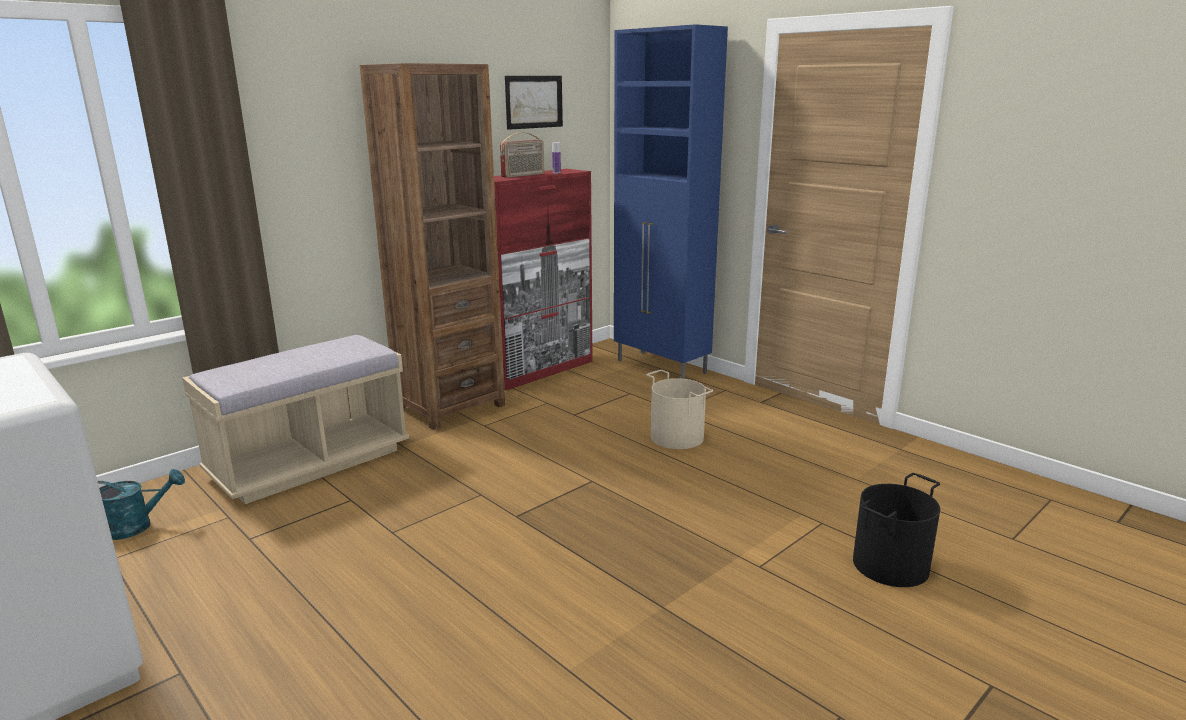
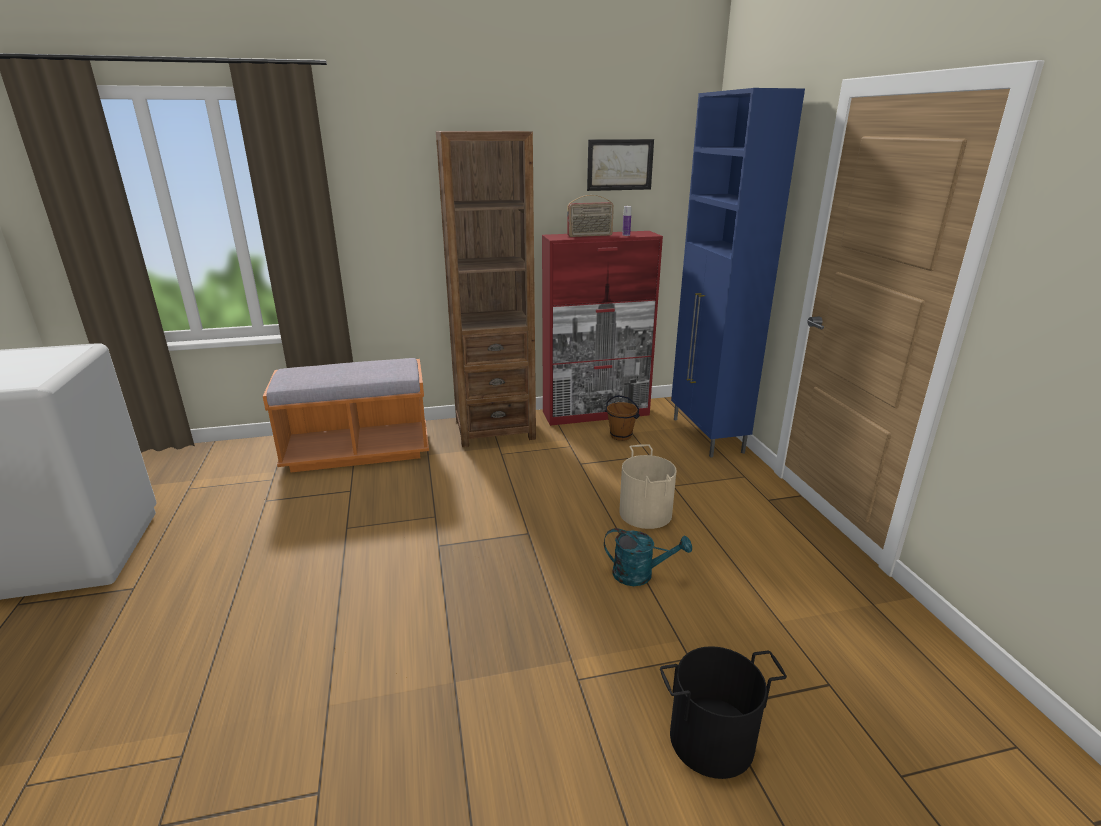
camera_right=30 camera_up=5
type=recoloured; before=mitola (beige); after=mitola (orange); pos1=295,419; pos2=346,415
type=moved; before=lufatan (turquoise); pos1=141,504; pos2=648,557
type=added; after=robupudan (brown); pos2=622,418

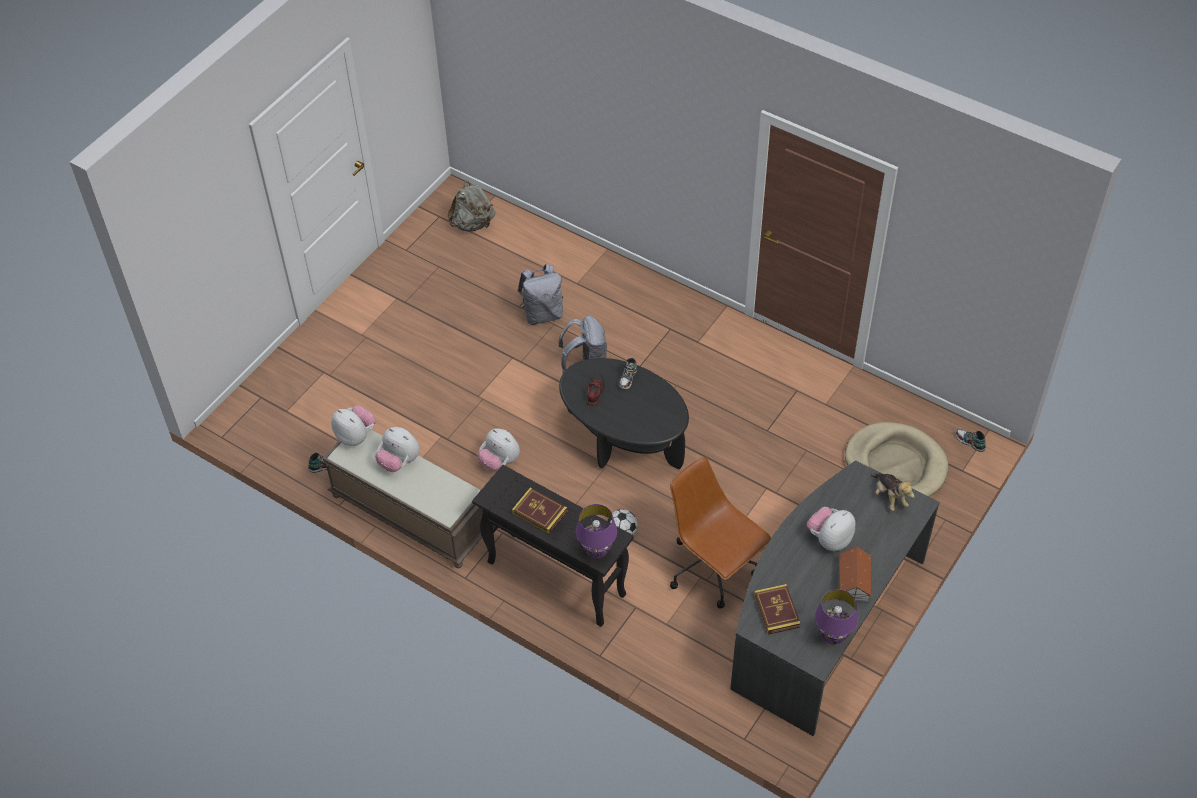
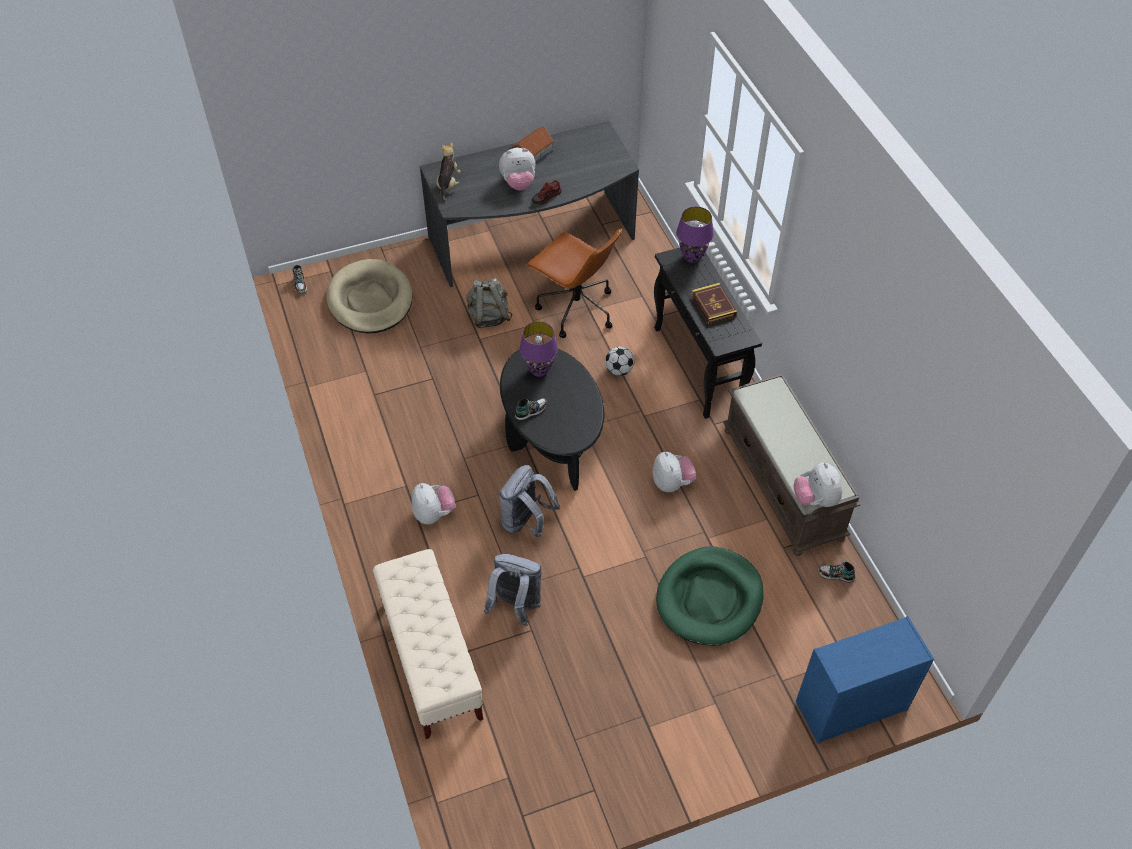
camera_right=-145 camera_up=0
type=moved; before=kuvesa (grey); pos1=471,206; pos2=489,303
type=moved; before=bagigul; pos1=596,389; pos2=547,192
type=moved; before=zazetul; pos1=397,449; pos2=434,503
type=turned; before=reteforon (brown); pos1=721,533; pos2=574,283; turn=-45
type=removed; before=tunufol; pos1=777,609
type=moved; before=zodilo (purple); pos1=836,616; pos2=538,349
type=added; after=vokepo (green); pos2=709,596
type=added; after=mitola (beige); pos2=428,644
type=added; after=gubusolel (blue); pos2=865,680

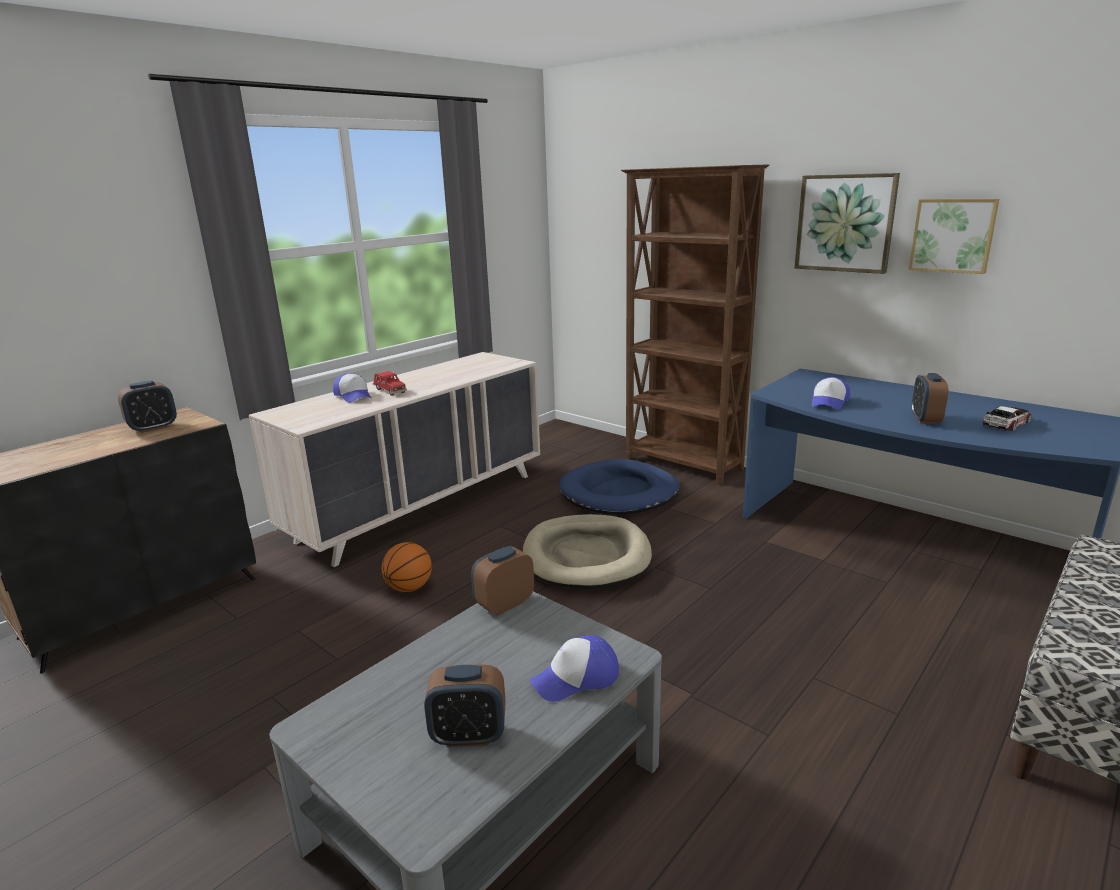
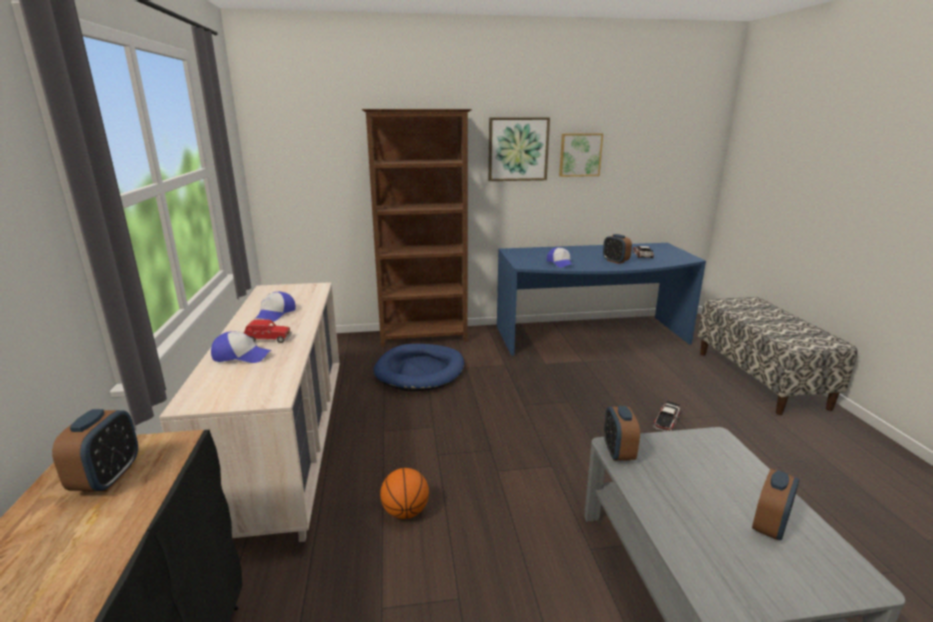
camera_right=-50 camera_up=0
type=removed; before=vokepo (beige); pos1=587,551
type=moved; before=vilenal; pos1=574,668; pos2=276,307
type=added; after=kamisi; pos2=667,416

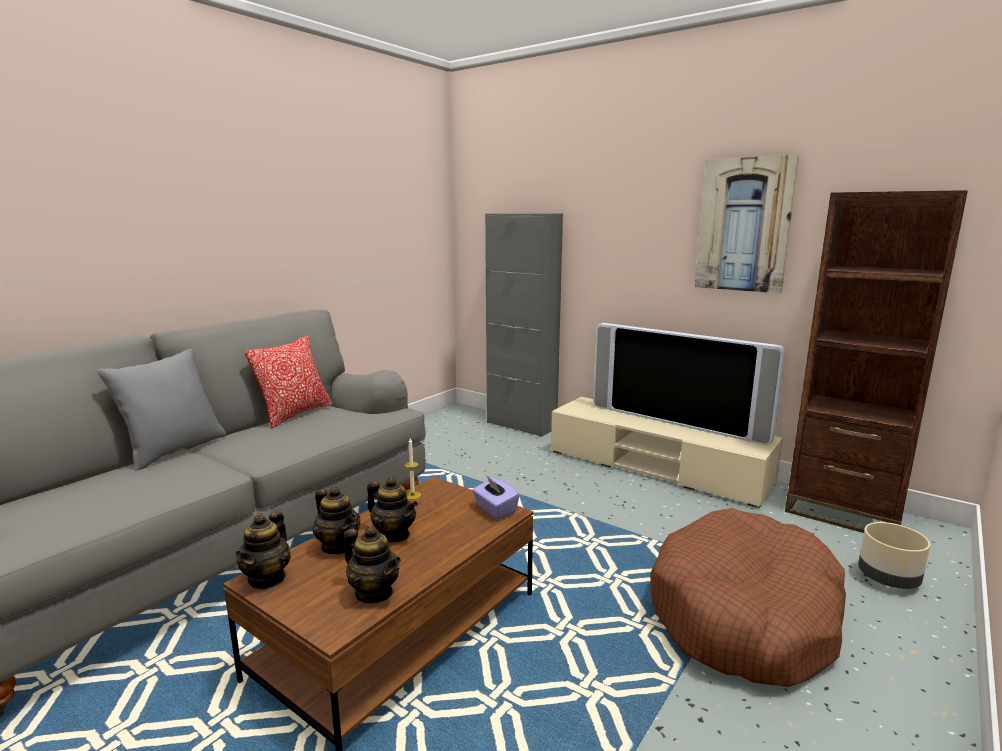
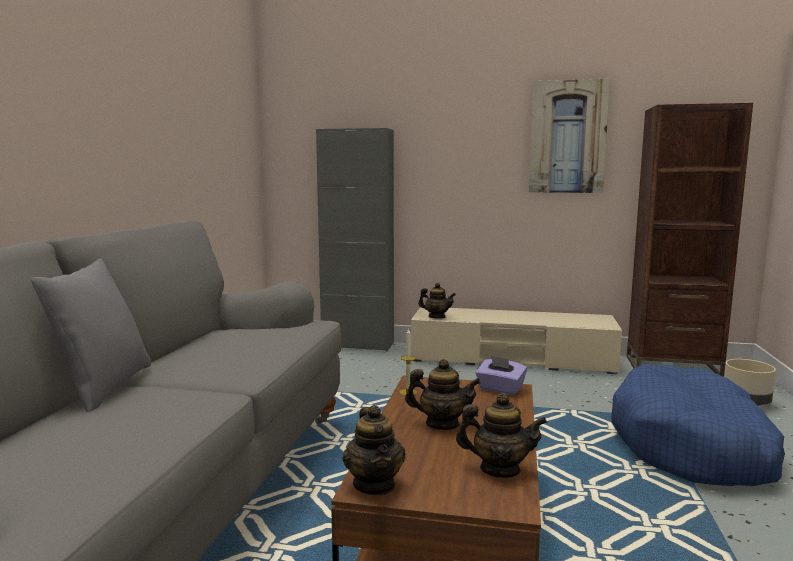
camera_right=-25 camera_up=-5
type=removed; before=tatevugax; pos1=689,384
type=removed; before=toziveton; pos1=288,381
type=moved; before=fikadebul; pos1=336,520; pos2=437,300
type=recoloured; before=vokepo (brown); after=vokepo (blue); pos1=748,597; pos2=698,425

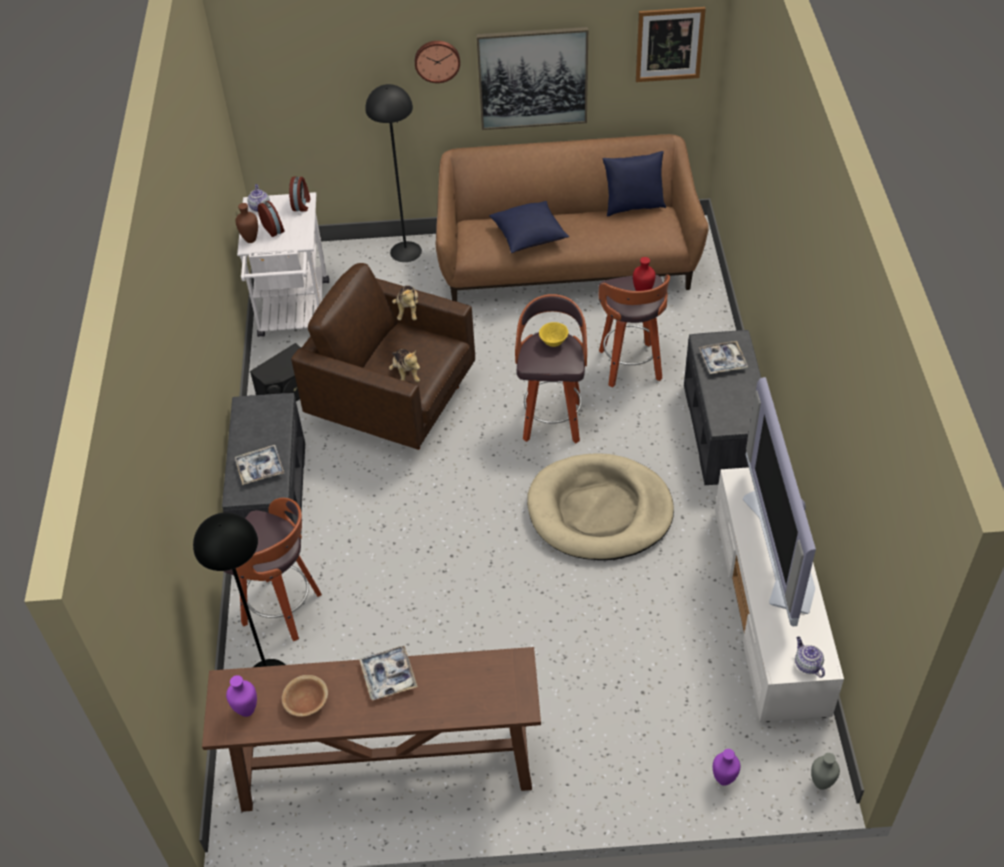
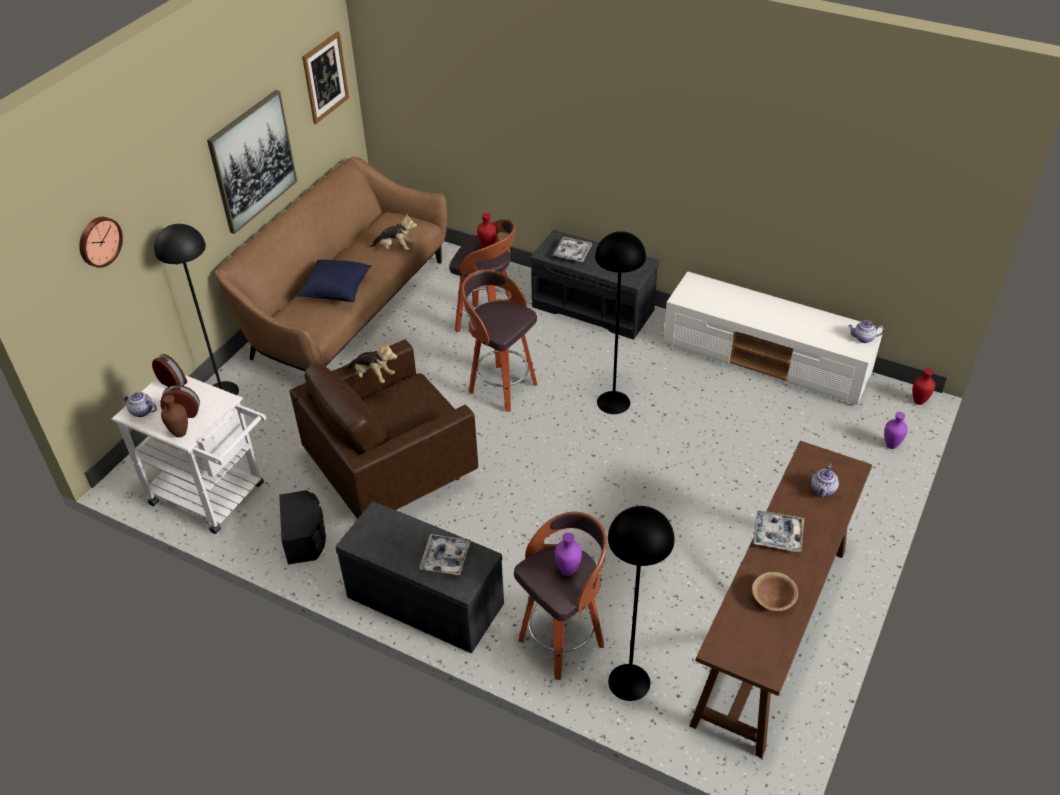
camera_right=-60 camera_up=-5
type=moved; before=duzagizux; pos1=437,62; pos2=101,242
type=removed; before=toziveton (blue); pos1=634,183
type=removed; before=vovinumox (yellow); pos1=554,334
type=moved; before=zazetul; pos1=404,365; pos2=393,231
type=removed; before=tatevugax; pos1=779,501
type=replaced; before=vokepo (beige); after=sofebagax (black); pos1=600,506; pos2=620,322
type=moved; before=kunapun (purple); pos1=241,696; pos2=568,554
type=recoloured; before=kunapun (grey); after=kunapun (red); pos1=825,771; pos2=924,386
type=added; after=fikadebul; pos2=825,480

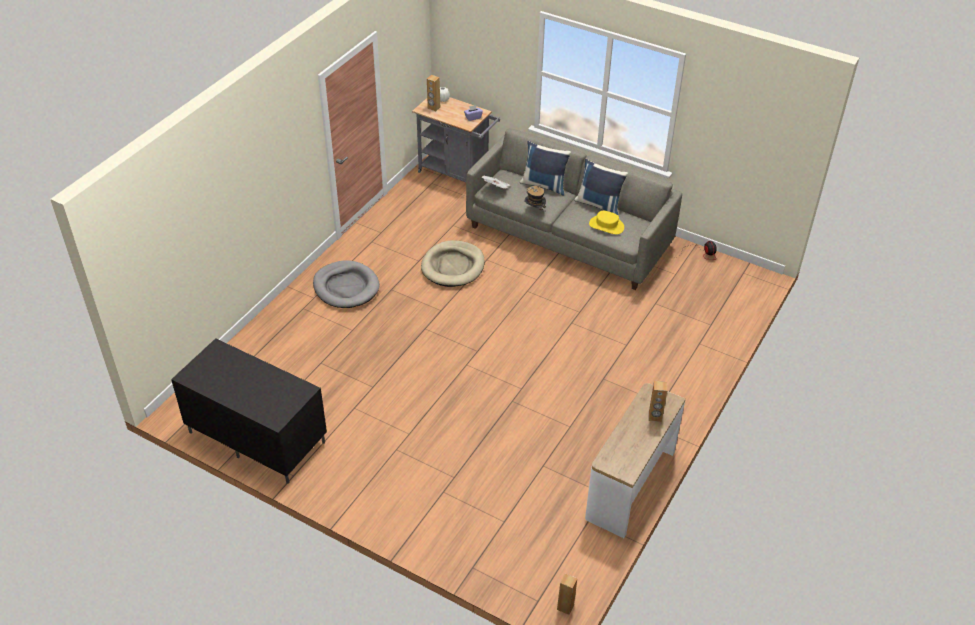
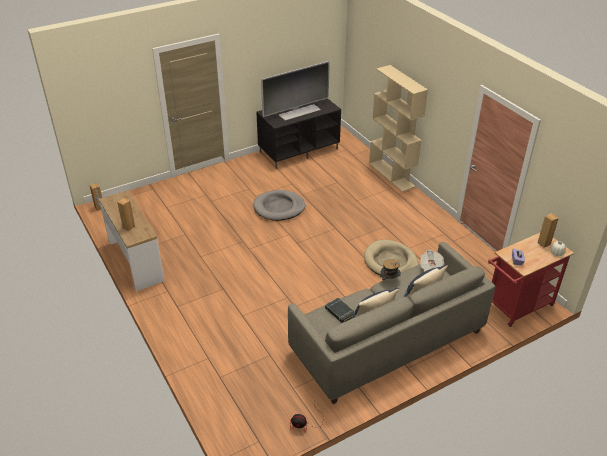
camera_right=120 camera_up=-5
type=recoloured; before=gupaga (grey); after=gupaga (red); pos1=456,139; pos2=531,280
type=replaced; before=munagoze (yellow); after=tunufol (black); pos1=606,222; pos2=339,310
type=moved; before=vokepo (grey); pos1=346,284; pos2=279,205
type=added; after=tatevugax; pos2=295,91
type=added; after=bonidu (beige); pos2=398,128

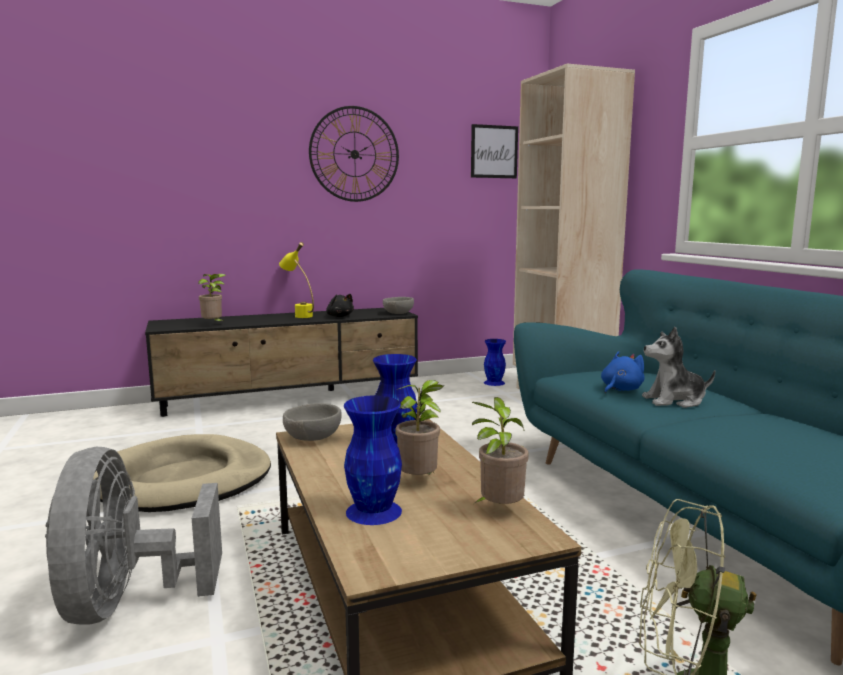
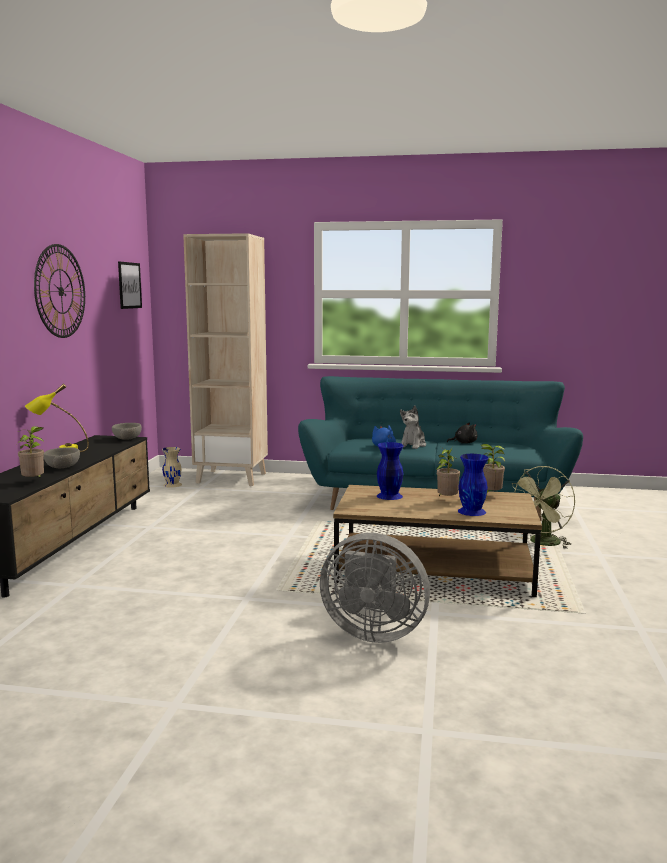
camera_right=-60 camera_up=0
type=moved; before=zazetul (black); pos1=340,305; pos2=462,433
type=recoloured; before=kunapun (blue); after=kunapun (beige); pos1=495,362; pos2=172,467
type=moved; before=vovinumox (grey); pos1=312,422; pos2=61,457
type=removed; before=vokepo (beige); pos1=182,473

